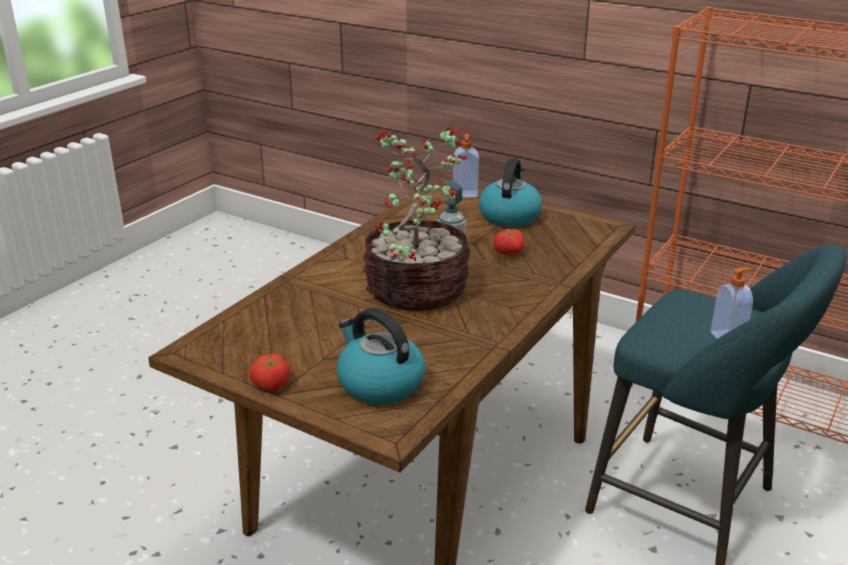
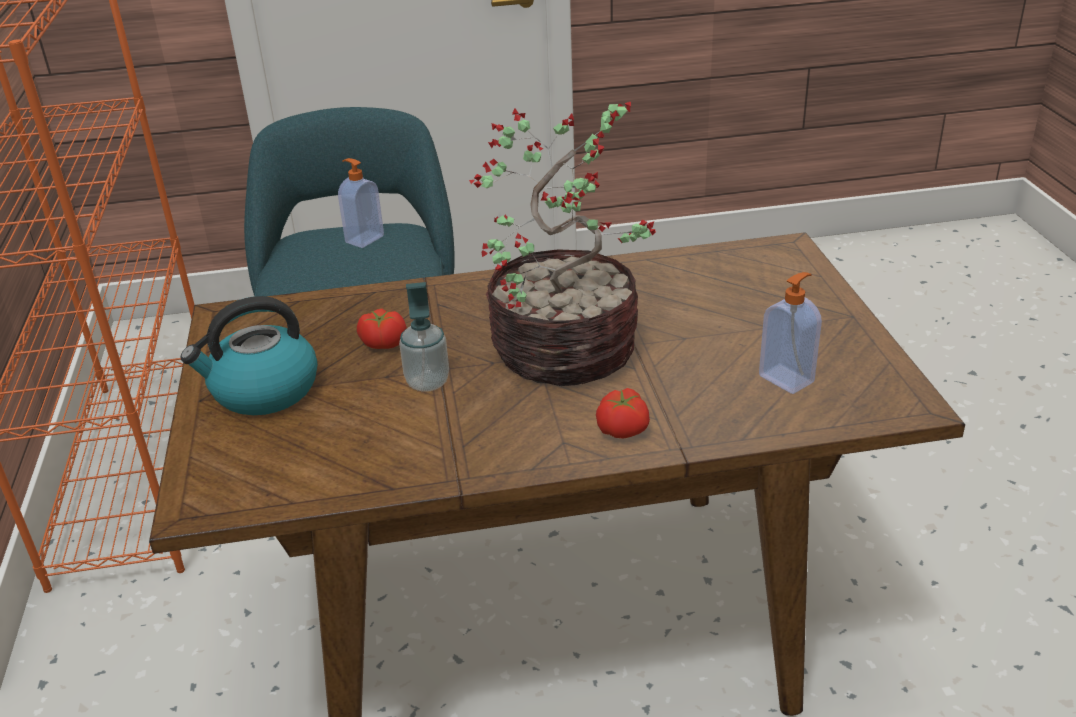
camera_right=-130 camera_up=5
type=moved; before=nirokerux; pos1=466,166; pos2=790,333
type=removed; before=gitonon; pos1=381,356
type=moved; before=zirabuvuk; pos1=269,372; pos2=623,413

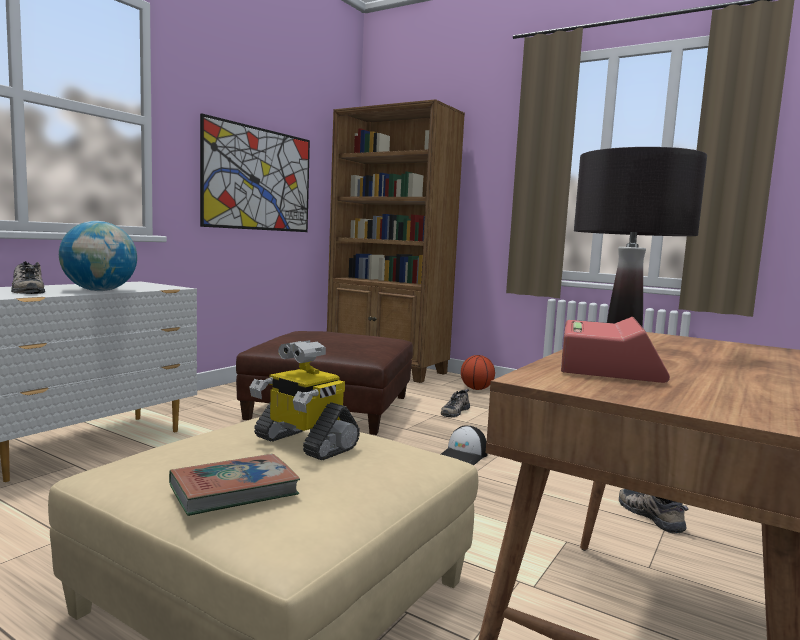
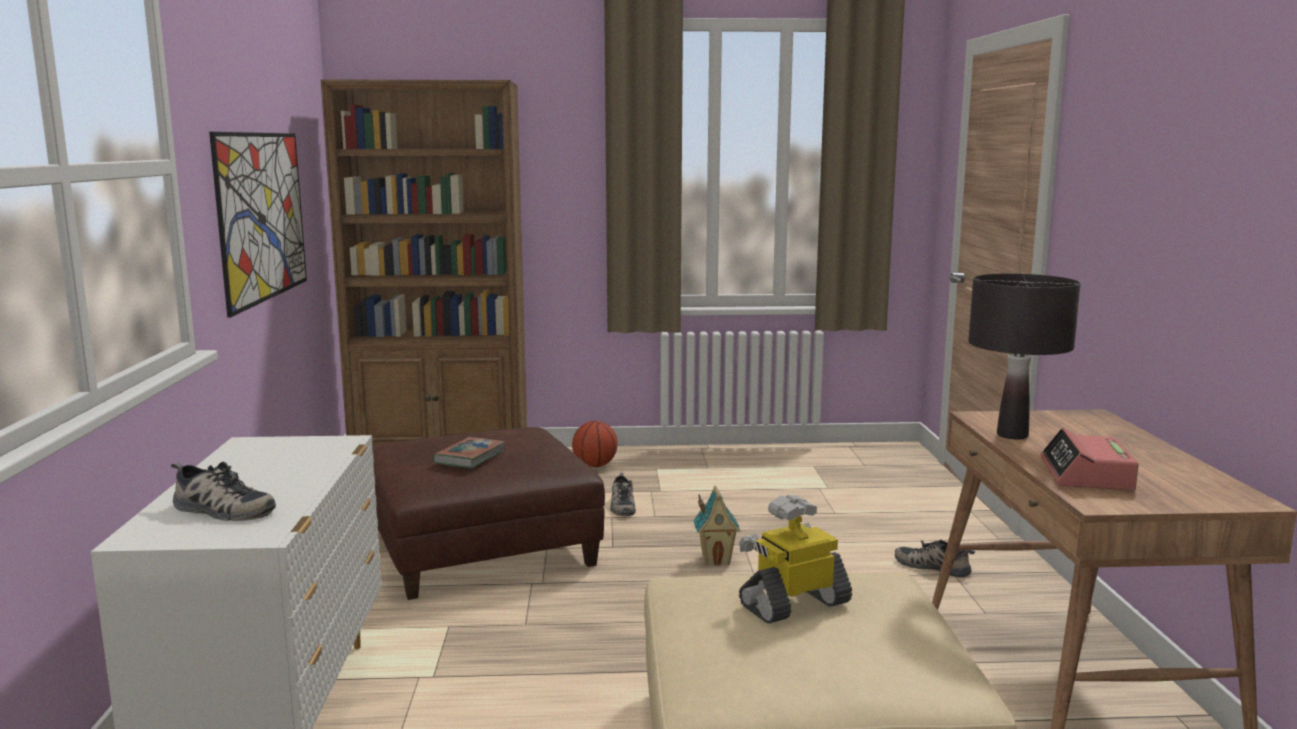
camera_right=-35 camera_up=5
type=removed; before=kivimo; pos1=98,256
type=turned; before=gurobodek; pos1=615,350; pos2=1089,459; turn=-150
type=turned; before=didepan; pos1=304,400; pos2=795,559; turn=150
type=replaced; before=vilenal; after=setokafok; pos1=464,445; pos2=717,526
type=moved; before=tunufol; pos1=234,485; pos2=469,452

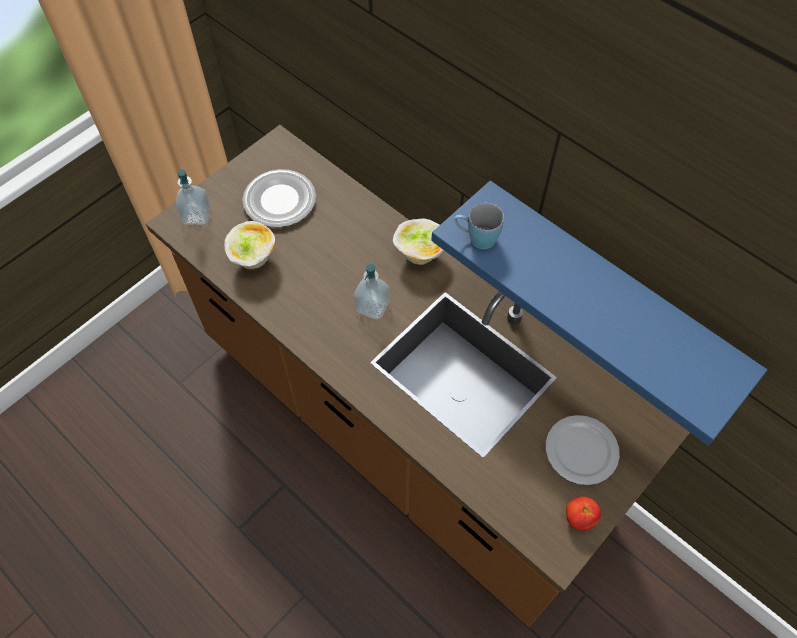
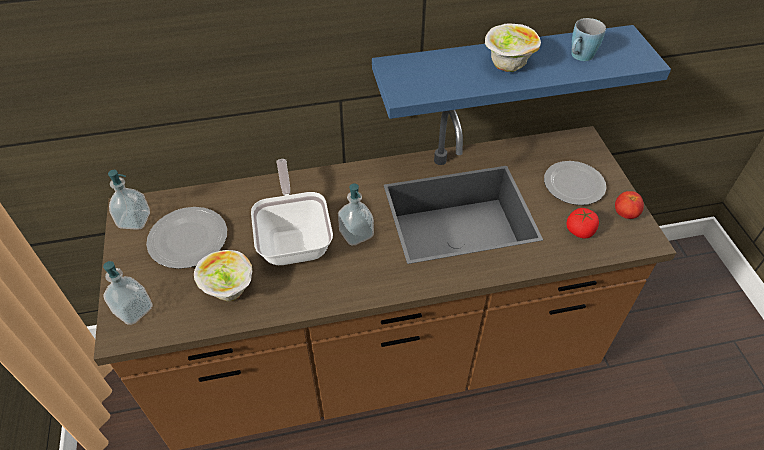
camera_right=-55 camera_up=-10
type=moved; before=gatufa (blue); pos1=479,226; pos2=588,39
type=moved; before=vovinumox; pos1=418,241; pos2=513,48
type=added; after=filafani; pos2=292,212
type=added; after=nirokerux; pos2=129,200
type=added; after=zirabuvuk; pos2=583,223

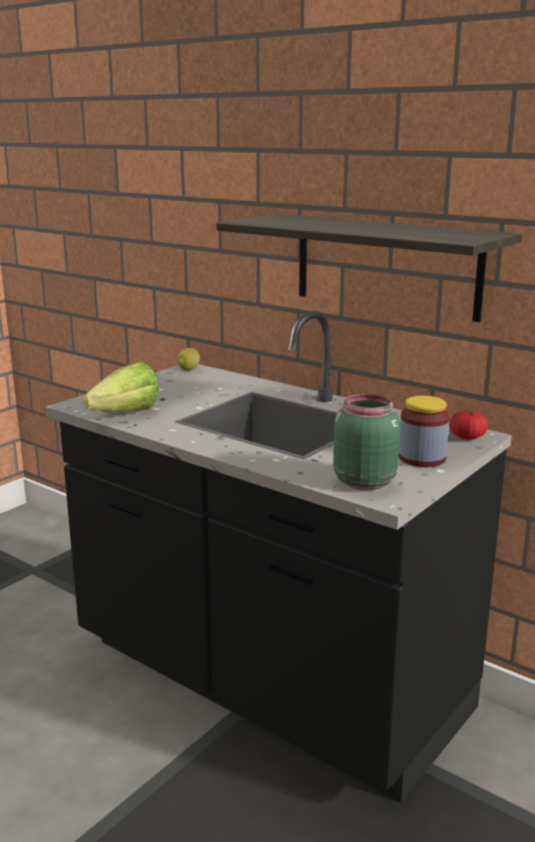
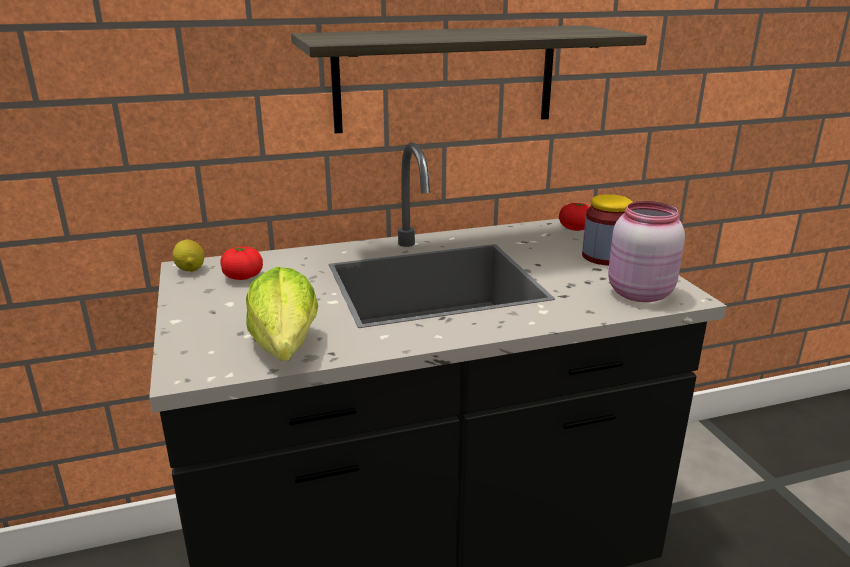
camera_right=-55 camera_up=5
type=recoloured; before=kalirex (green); after=kalirex (pink); pos1=366,442; pos2=646,251
type=added; after=zirabuvuk; pos2=241,263

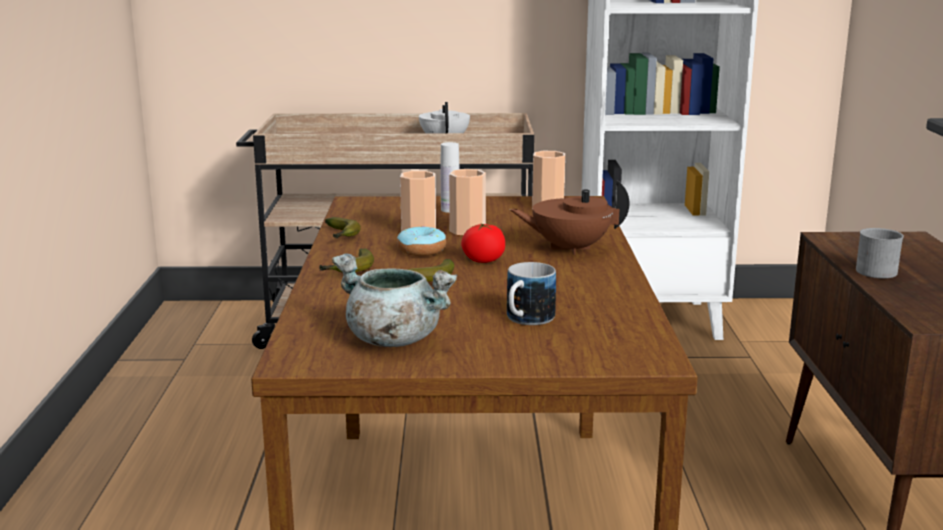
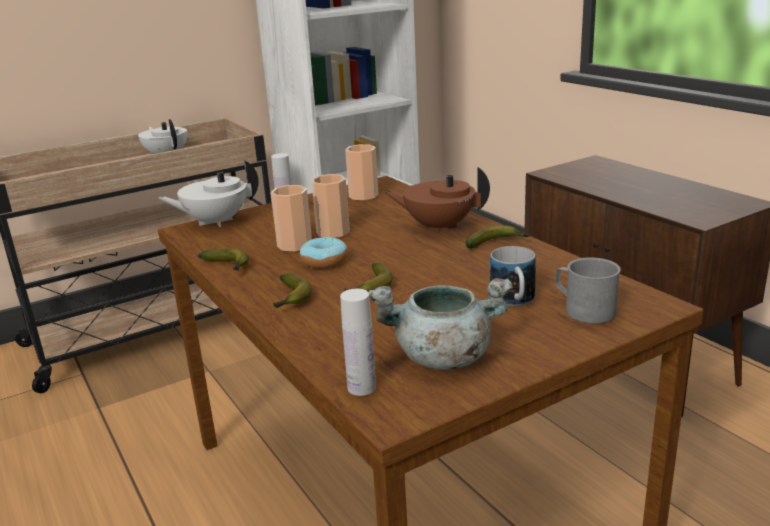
camera_right=-30 camera_up=5
type=turned; before=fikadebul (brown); pos1=569,217; pos2=436,200; turn=45
type=removed; before=zirabuvuk; pos1=483,243
type=moved; before=gatufa (grey); pos1=880,253; pos2=588,290
type=added; after=fikadebul (white); pos2=208,193
type=added; after=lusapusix; pos2=498,236
type=added; after=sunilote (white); pos2=358,342

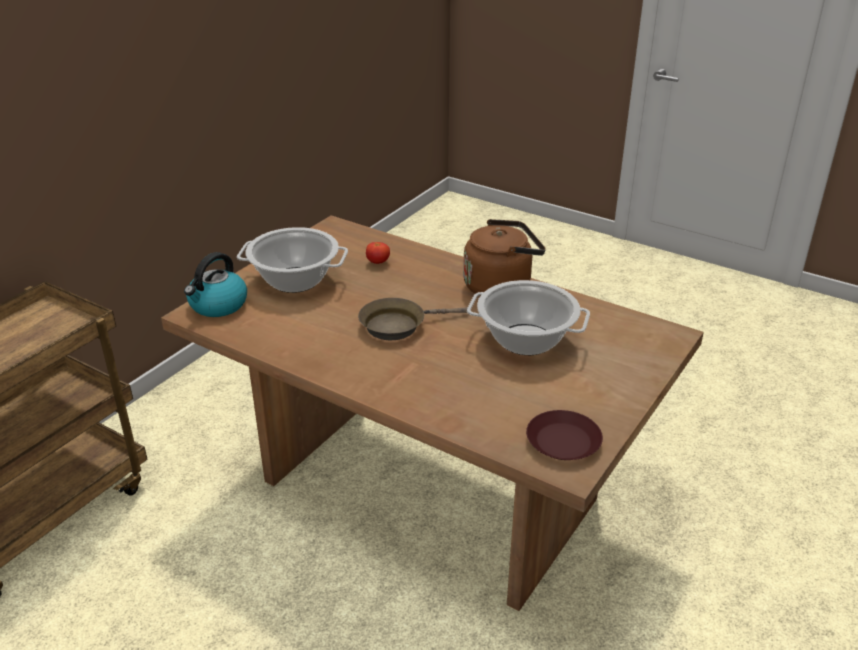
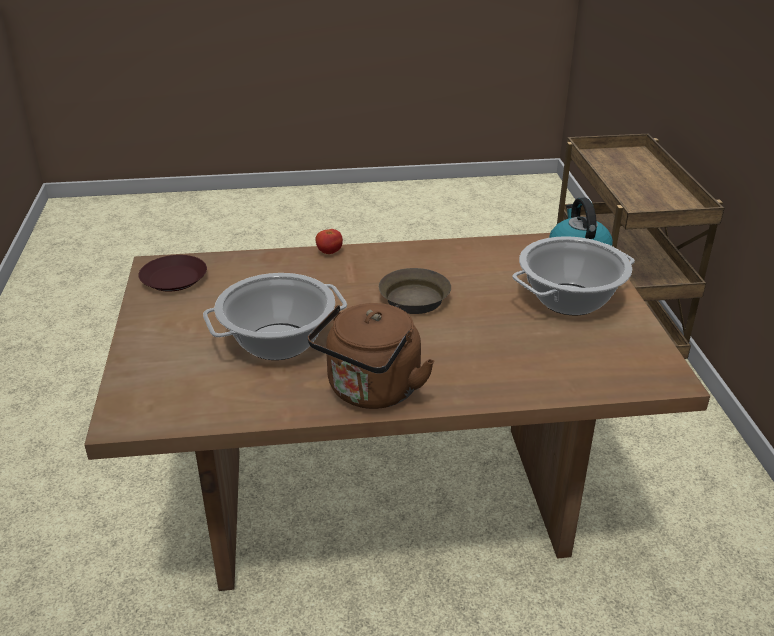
camera_right=140 camera_up=0
type=moved; before=zirabuvuk; pos1=378,253; pos2=329,241

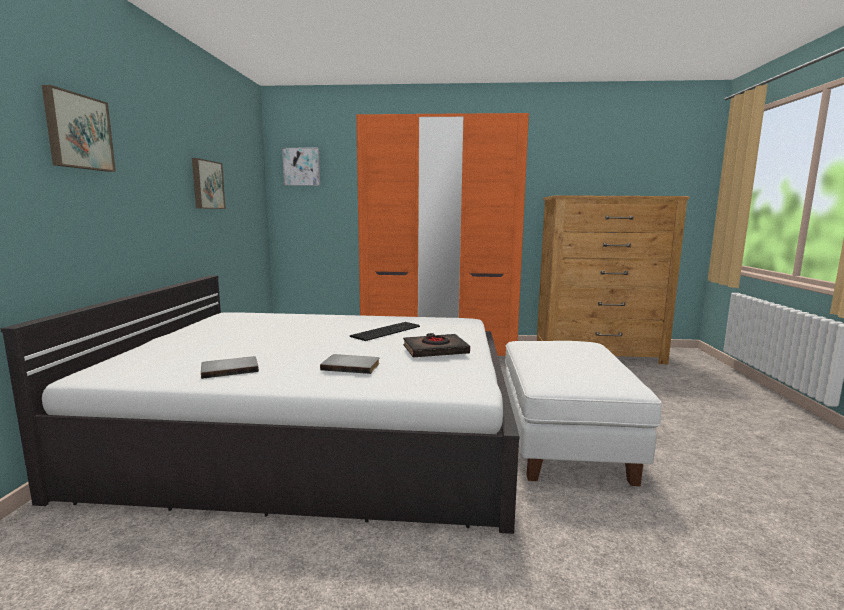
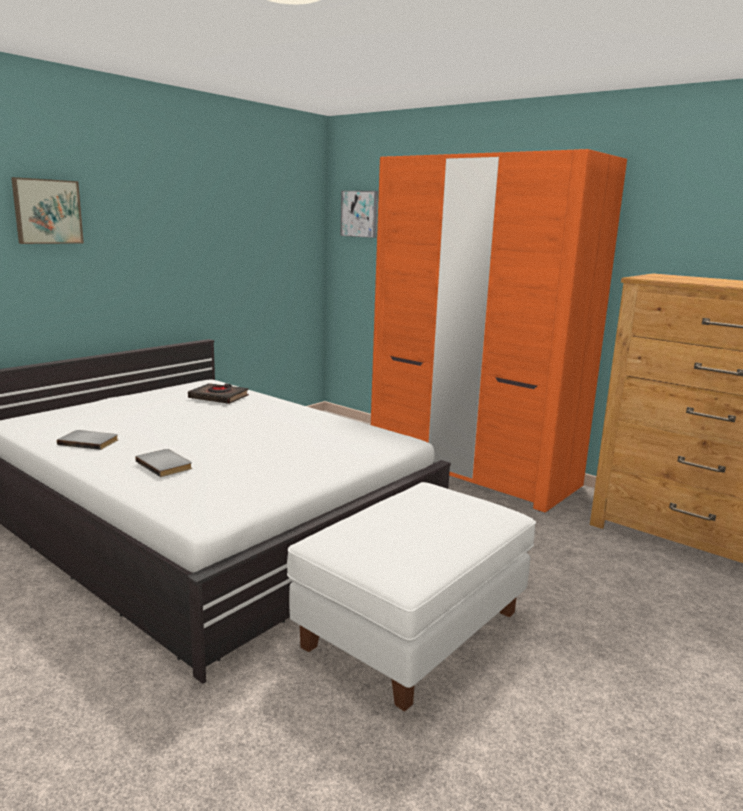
camera_right=35 camera_up=5
type=removed; before=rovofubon; pos1=209,183
type=removed; before=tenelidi; pos1=385,331
type=moved; before=tunufol (black); pos1=436,345; pos2=218,393

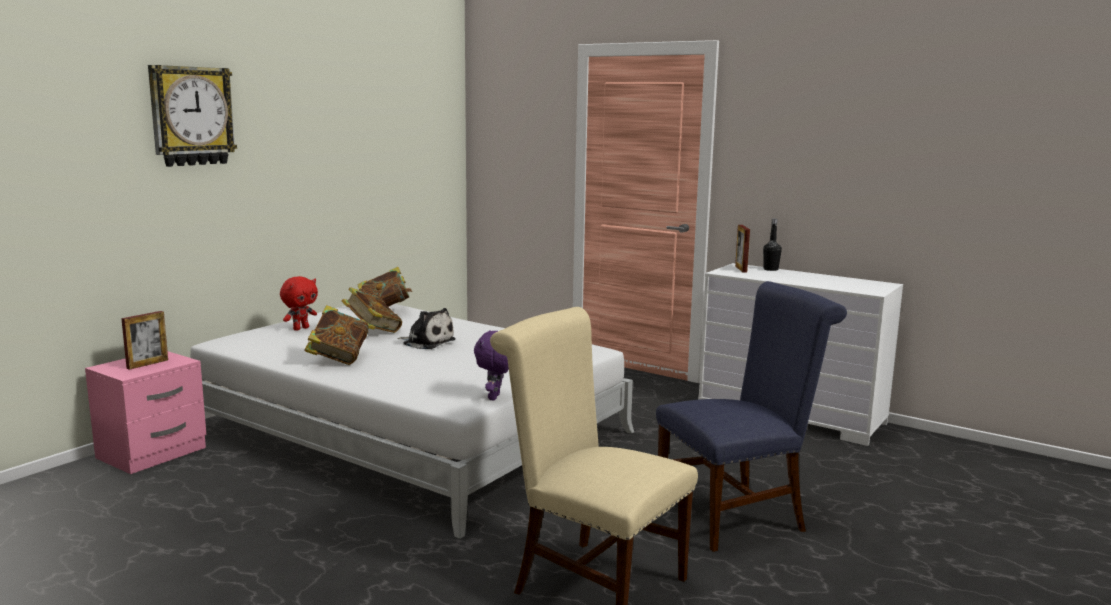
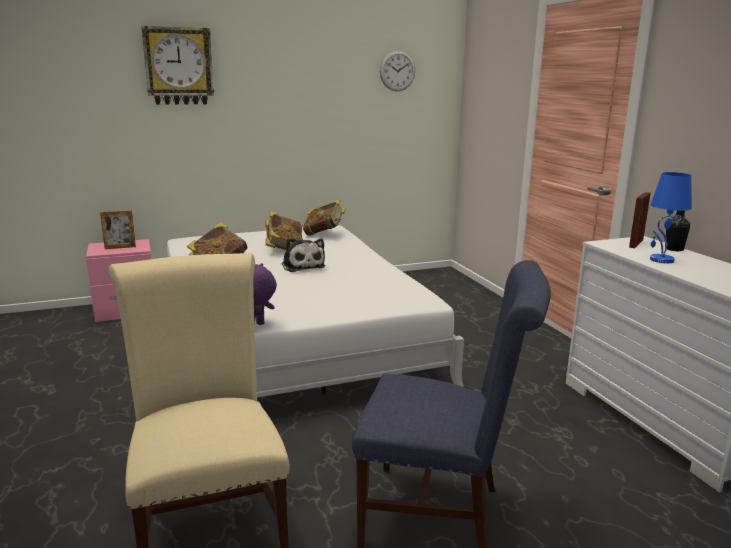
camera_right=35 camera_up=5
type=removed; before=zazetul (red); pos1=299,303
type=added; after=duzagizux; pos2=397,71
type=added; after=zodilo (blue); pos2=671,217

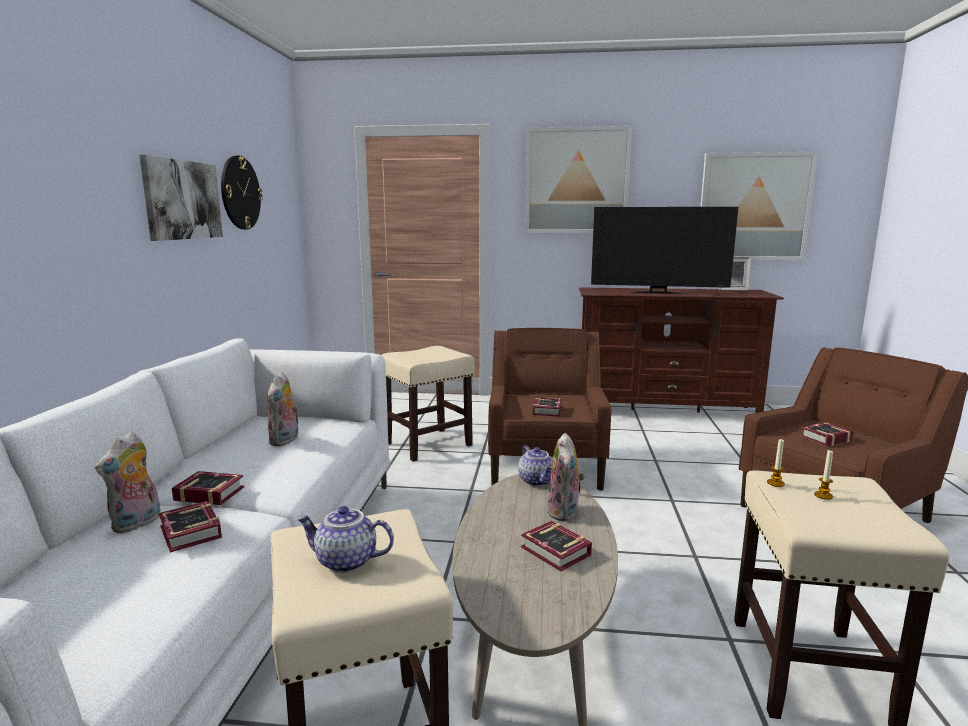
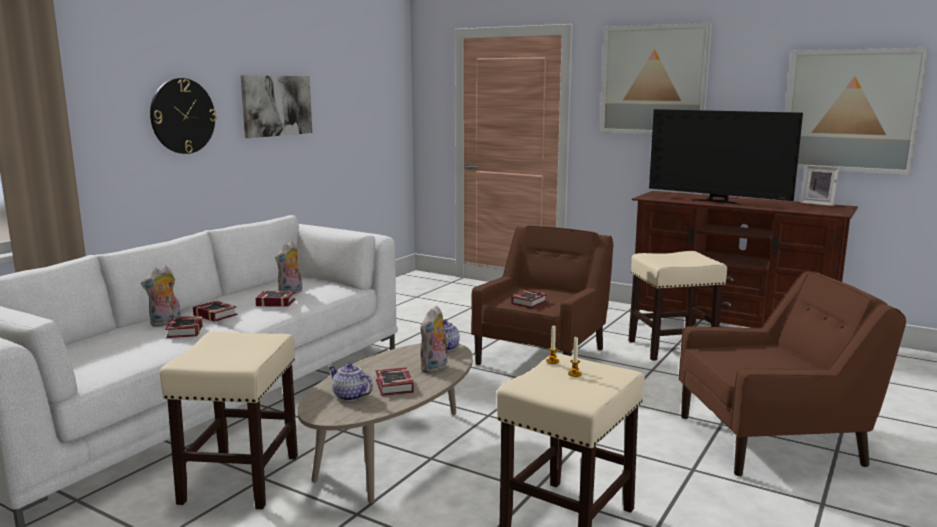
camera_right=25 camera_up=0
type=moved; before=duzagizux; pos1=242,193; pos2=183,116
type=moved; before=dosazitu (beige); pos1=428,404; pos2=677,306
type=moved; before=tunufol; pos1=827,434; pos2=275,299
type=moved; before=fikadebul; pos1=345,539; pos2=350,382

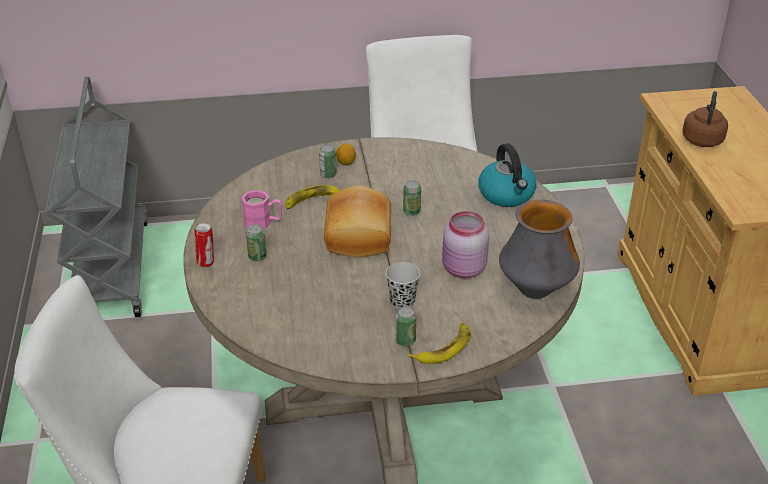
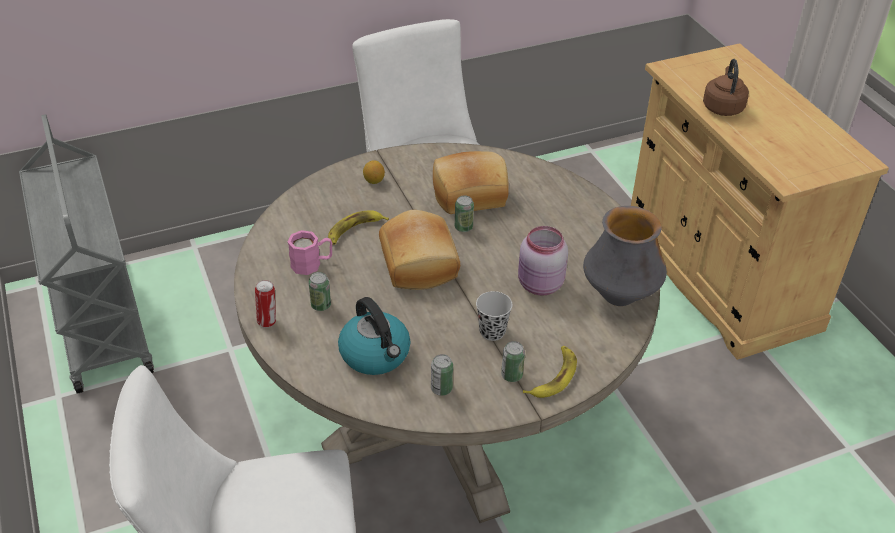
camera_right=-15 camera_up=5
type=moved; before=gitonon; pos1=507,175; pos2=374,336
type=moved; before=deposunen; pos1=328,161; pos2=442,375
type=added; after=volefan; pos2=471,182

